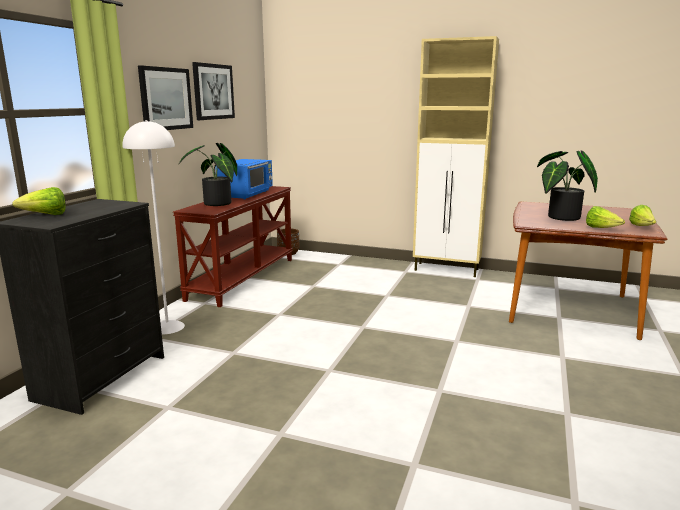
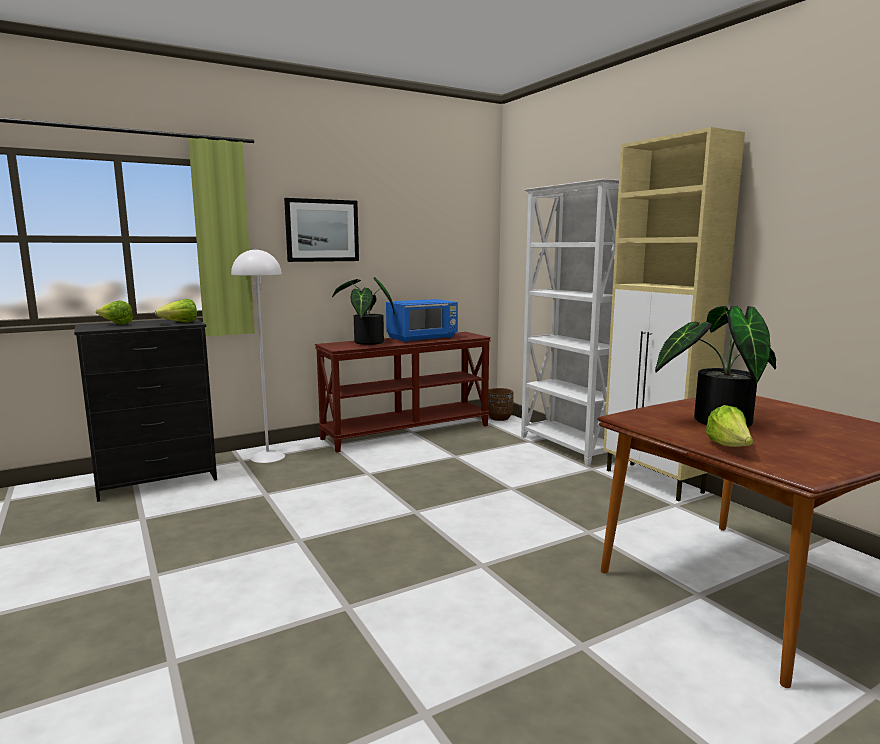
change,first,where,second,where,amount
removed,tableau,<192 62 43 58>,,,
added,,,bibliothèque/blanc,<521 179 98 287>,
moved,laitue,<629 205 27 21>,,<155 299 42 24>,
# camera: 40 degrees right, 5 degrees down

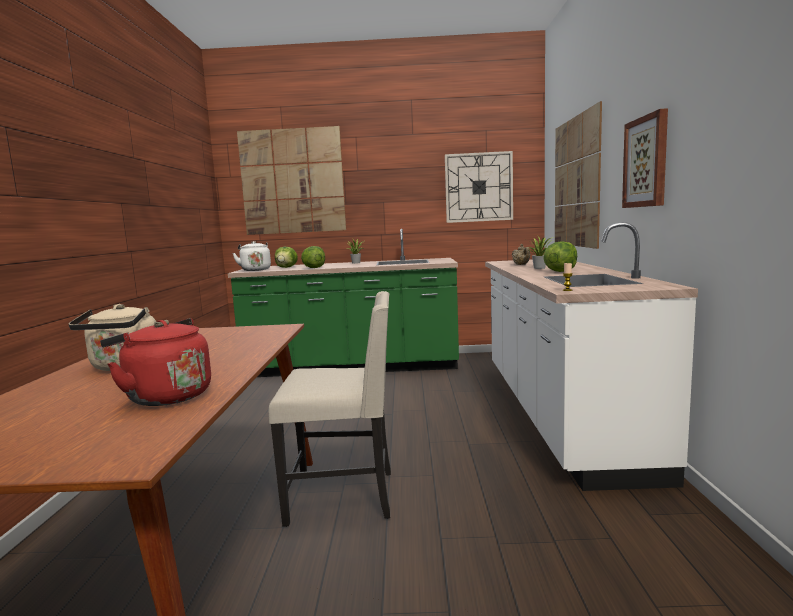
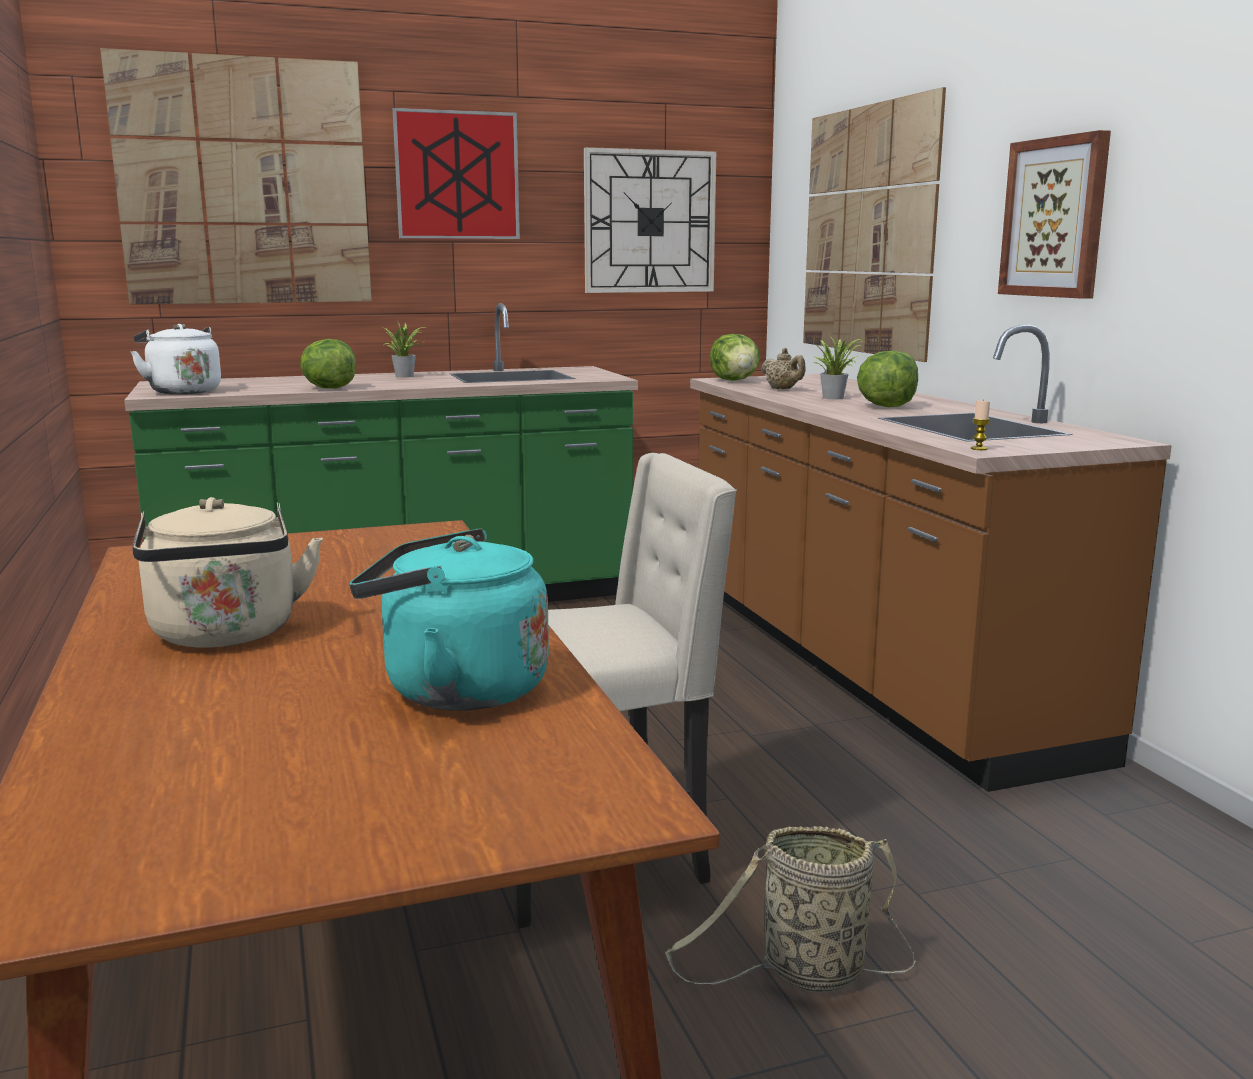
change,first,where,second,where,amount
added,,,tableau,<392 108 128 131>,
added,,,panier,<665 826 251 167>,
moved,laitue,<275 247 23 21>,,<710 334 50 47>,
recoloured,bouilloire/rouge,<100 318 111 88>,bouilloire/turquoise,<349 529 200 181>,
recoloured,comptoir de cuisine/blanc,<485 222 213 269>,comptoir de cuisine/marron,<690 324 482 468>,
# camera: 20 degrees left, 5 degrees up

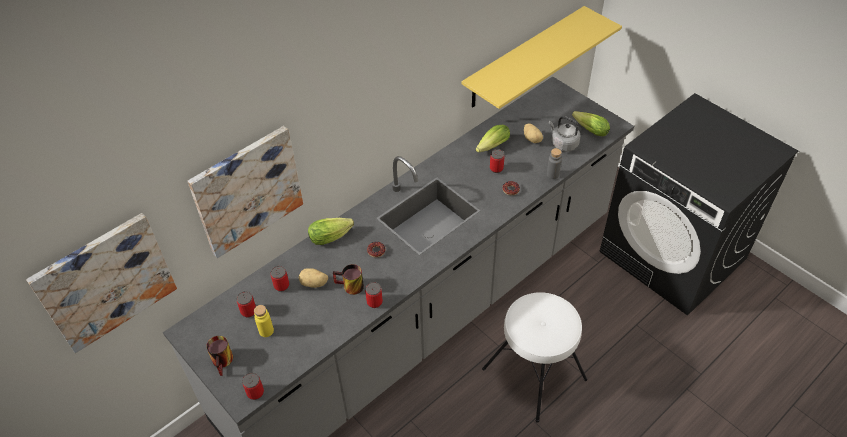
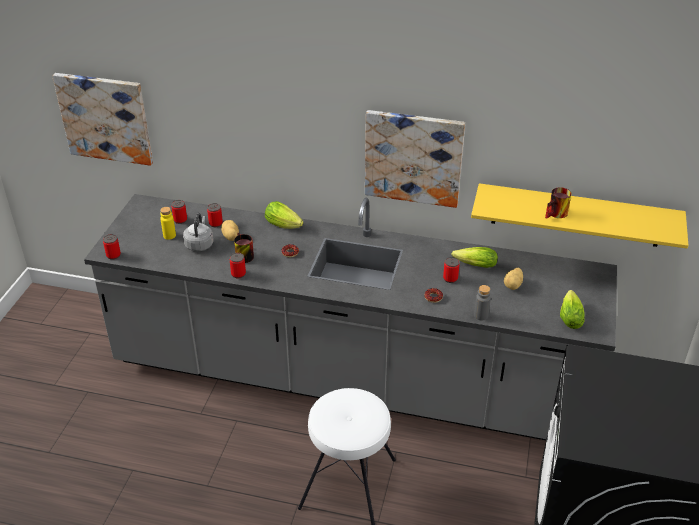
change,first,where,second,where,amount
moved,tableau,<188 126 115 132>,,<365 110 100 98>,
moved,mug,<206 336 27 40>,,<545 187 26 32>,
moved,bouilloire/gris,<548 116 32 36>,,<183 213 31 38>,
# camera: 55 degrees right, 10 degrees down

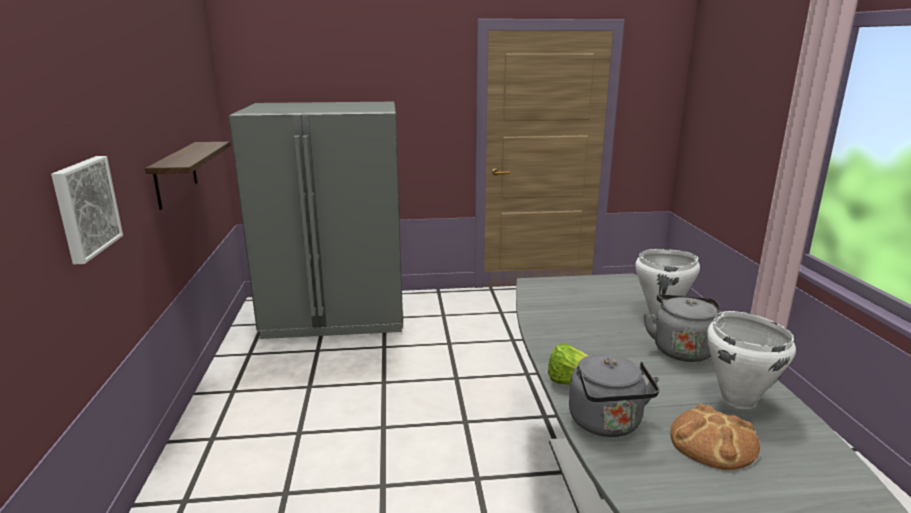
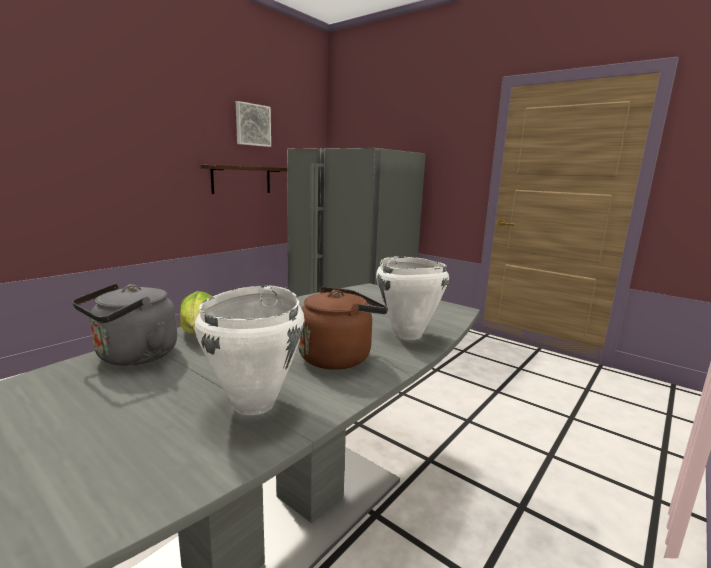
change,first,where,second,where,amount
removed,pain,<670 404 90 66>,,,
moved,tableau,<51 156 72 108>,,<236 101 35 46>,
recoloured,bouilloire/gris,<643 294 77 68>,bouilloire/marron,<298 286 90 84>,
# camera: 45 degrees right, 5 degrees down

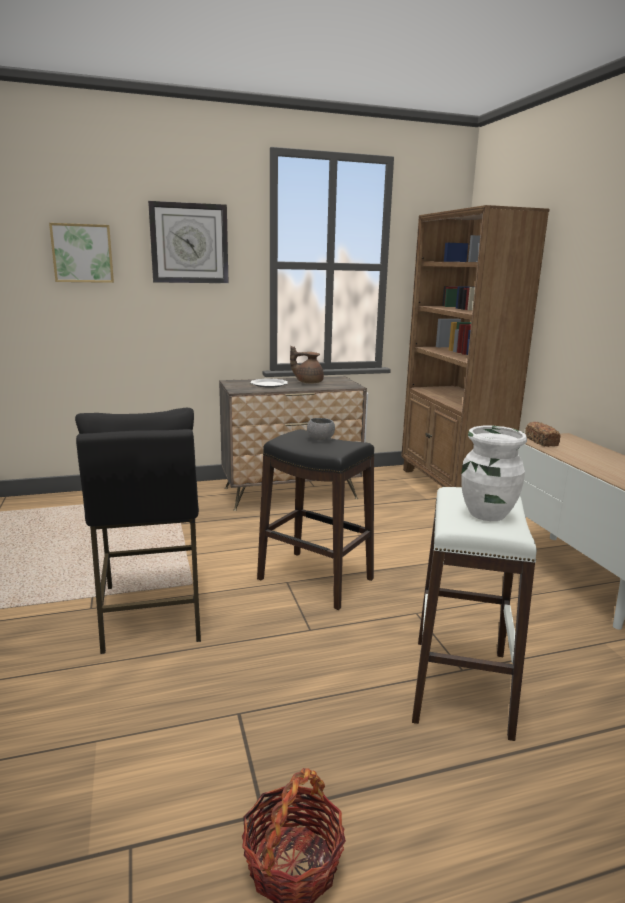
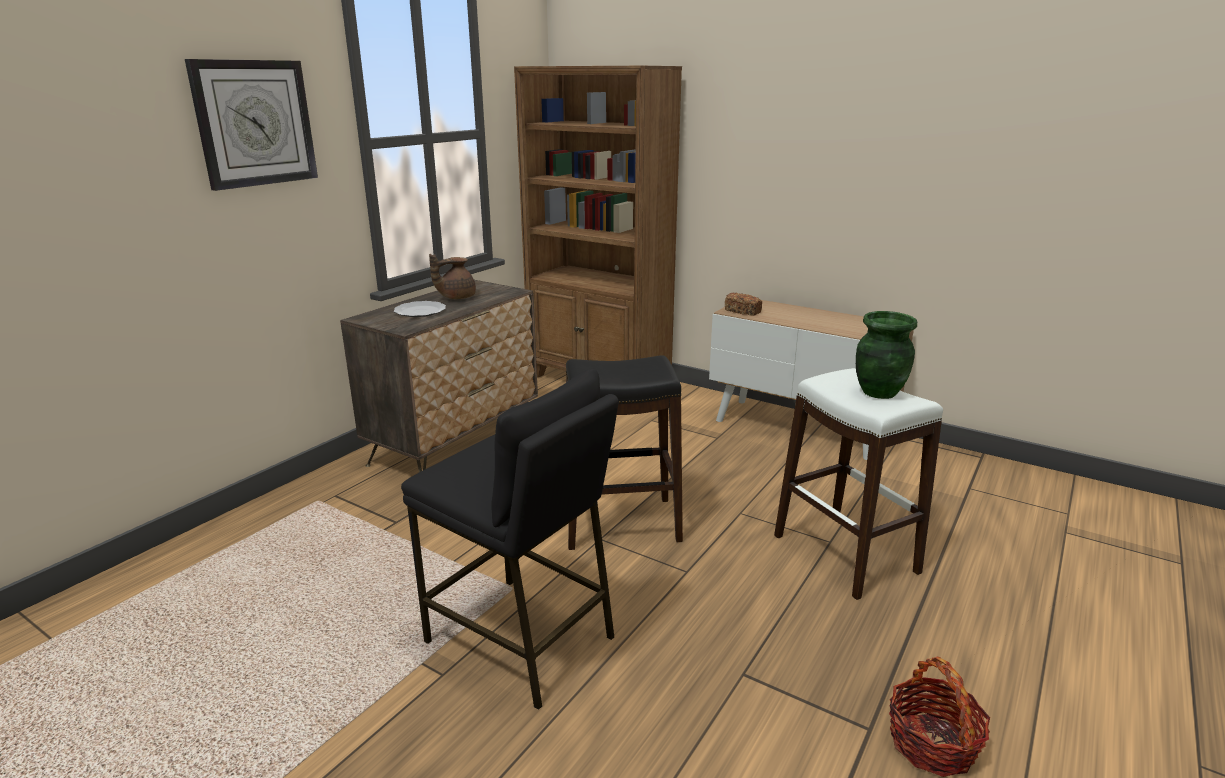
change,first,where,second,where,amount
removed,tableau,<49 223 65 60>,,,
removed,bol/gris,<307 418 28 22>,,,
recoloured,vase/blanc,<461 426 66 95>,vase/vert,<856 311 61 88>,
# camera: 40 degrees left, 5 degrees up

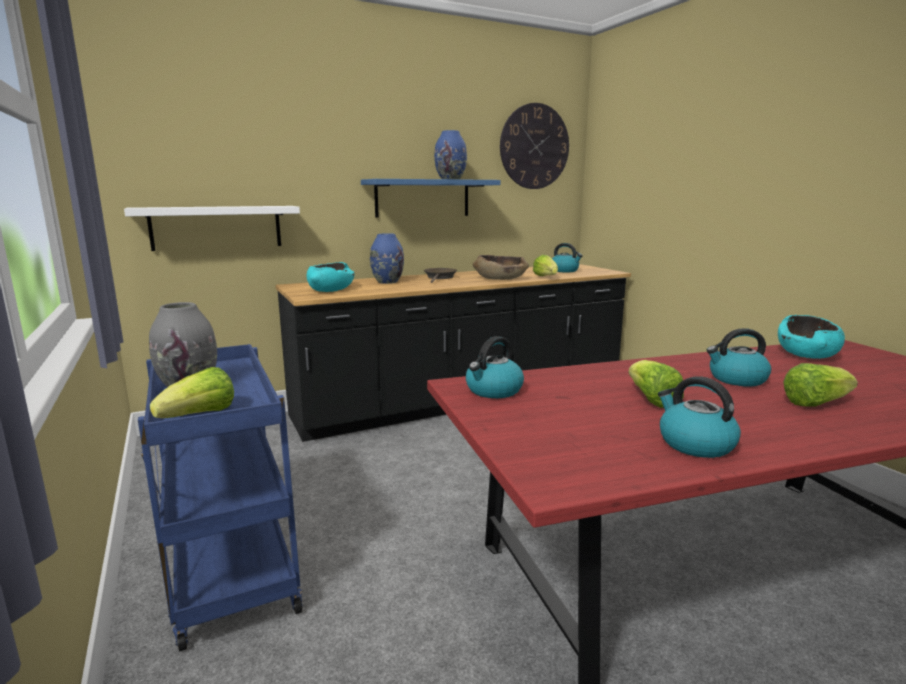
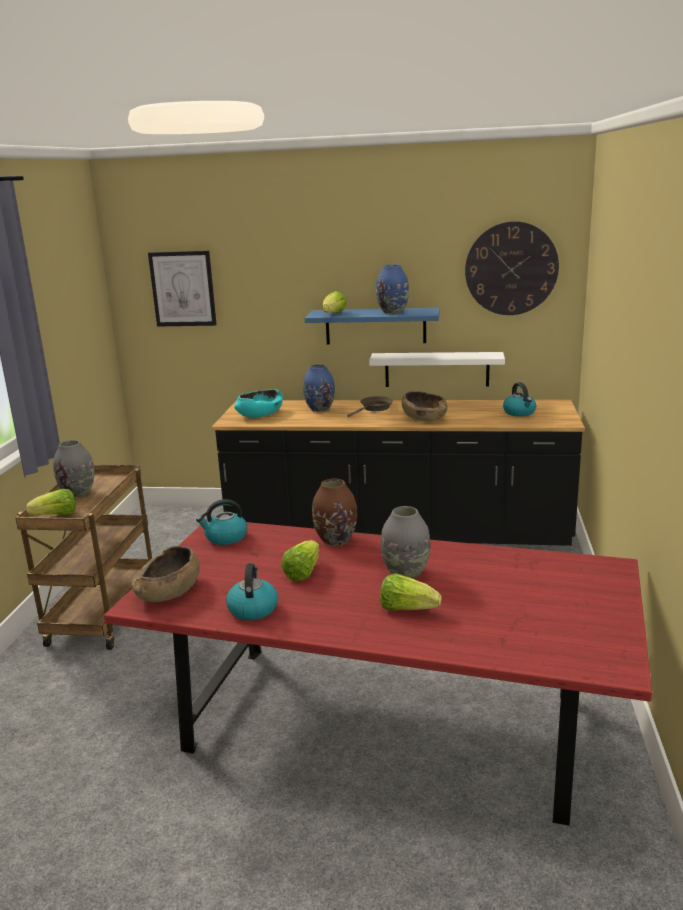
change,first,where,second,where,amount
removed,bol/turquoise,<778 315 67 44>,,,
added,,,bol/marron,<131 546 69 56>,
added,,,tableau,<148 251 69 76>,
added,,,vase/marron,<312 479 45 67>,
moved,étagère/blanc,<124 206 176 45>,,<369 352 136 35>,
moved,laitue,<533 255 25 21>,,<323 291 23 22>,
replaced,bouilloire,<707 328 64 58>,vase/gris,<381 506 49 73>,
recoloured,chariot/bleu,<138 344 165 308>,chariot/marron,<15 465 137 185>,
# camera: 35 degrees right, 5 degrees up

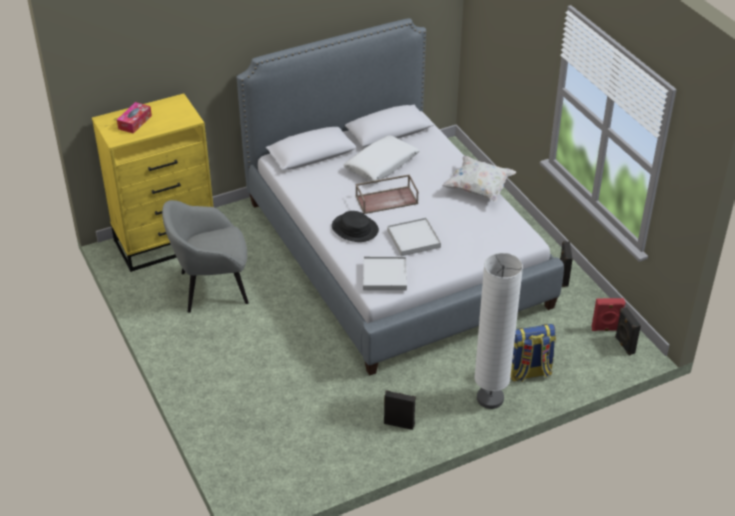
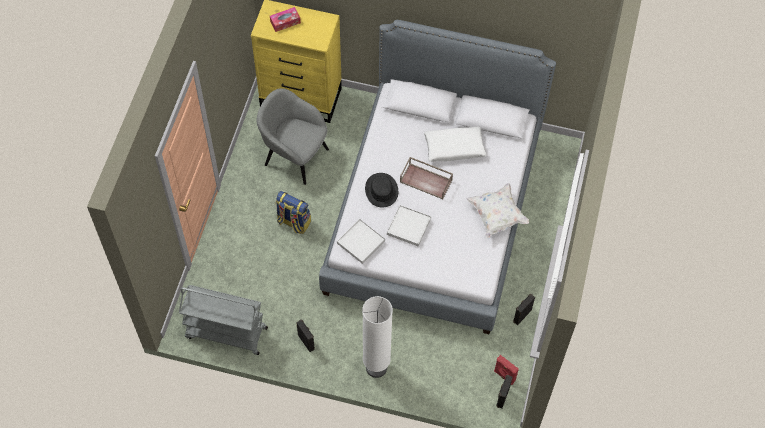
change,first,where,second,where,amount
added,,,chariot/gris,<179 285 89 70>,
moved,sac à dos,<510 324 46 58>,,<276 191 35 43>,
# camera: 40 degrees right, 20 degrees up

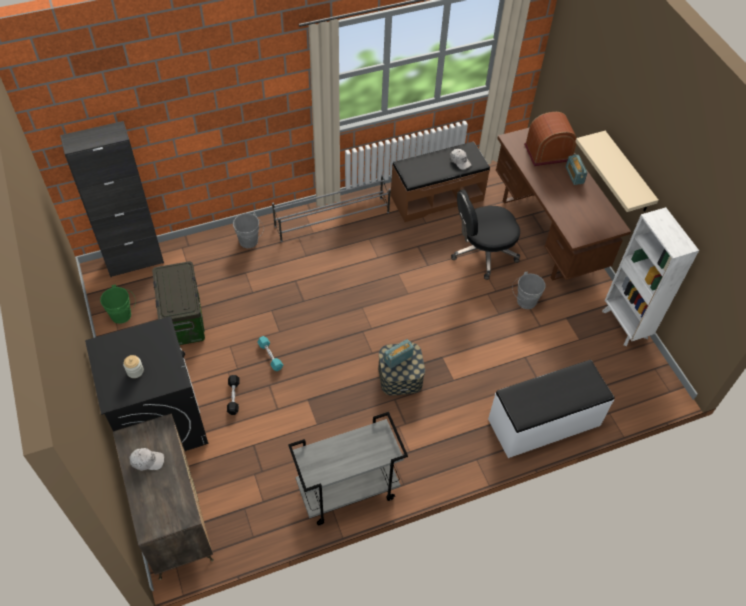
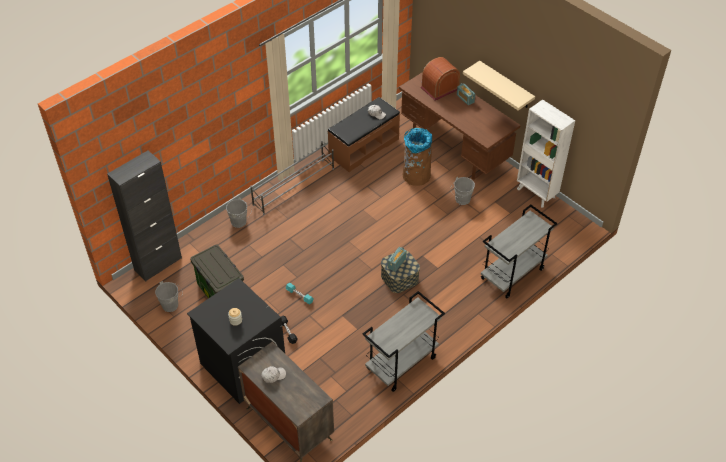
change,first,where,second,where,amount
replaced,chaise de bureau/noir,<451 189 69 91>,poubelle/marron,<402 128 30 58>,
replaced,banc/blanc,<488 360 126 98>,chariot/gris,<481 205 77 93>,
recoloured,seau/vert,<100 285 36 39>,seau/gris,<155 281 28 31>,
# camera: 20 degrees left, 5 degrees down

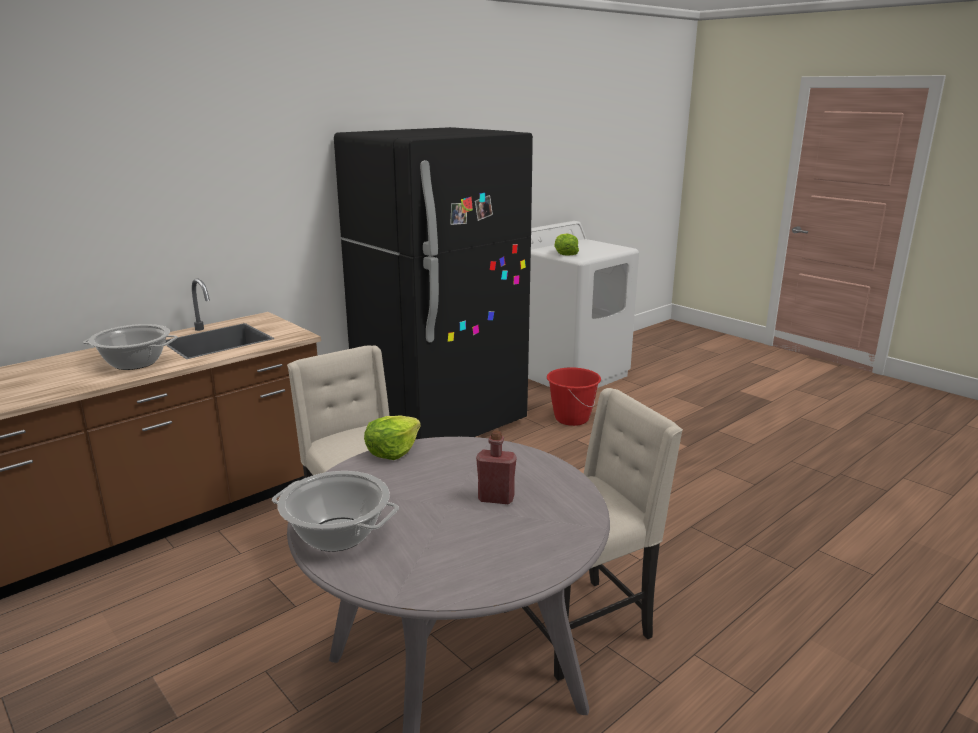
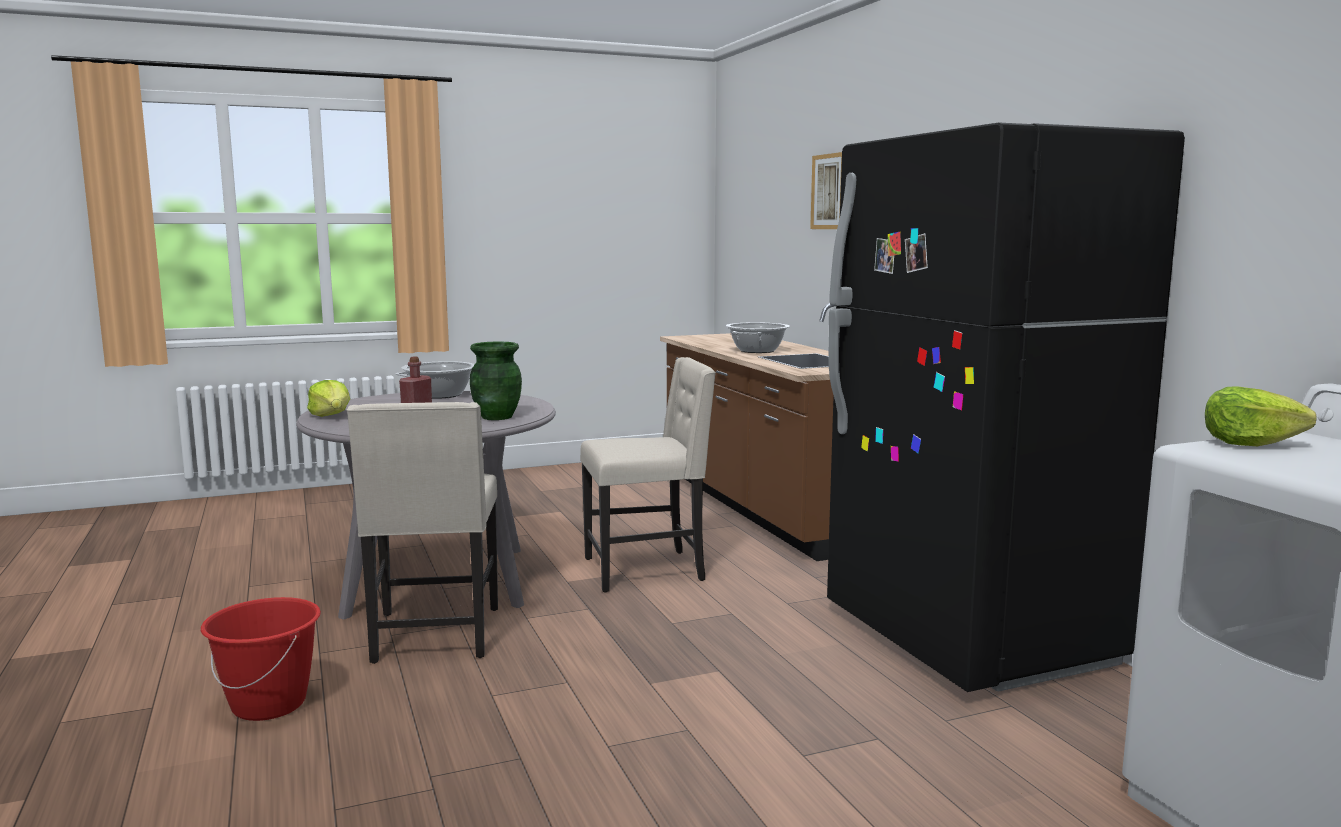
change,first,where,second,where,amount
added,,,vase/vert,<470 342 52 78>,
added,,,tableau,<810 152 32 77>,
moved,laitue,<364 415 57 45>,,<307 380 43 37>,
moved,seau/rouge,<547 367 54 59>,,<201 597 120 124>,
# camera: 110 degrees right, 10 degrees down

